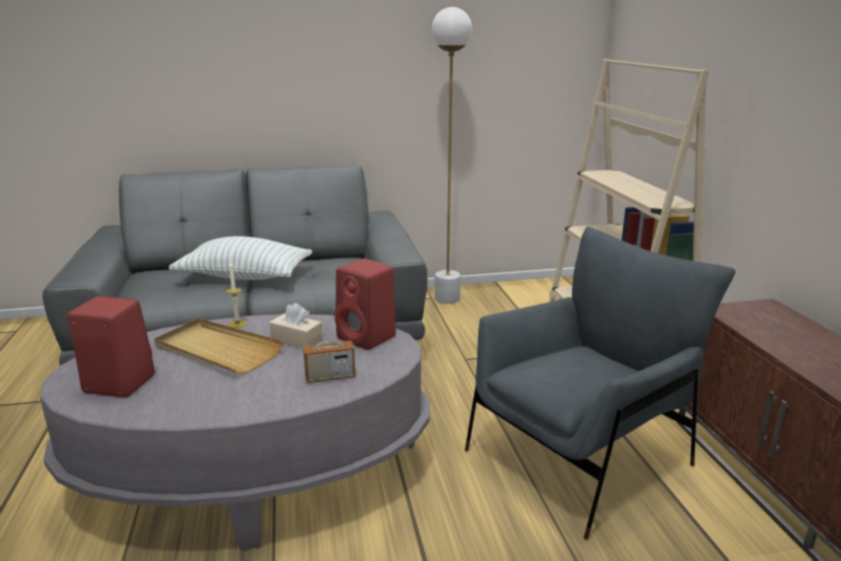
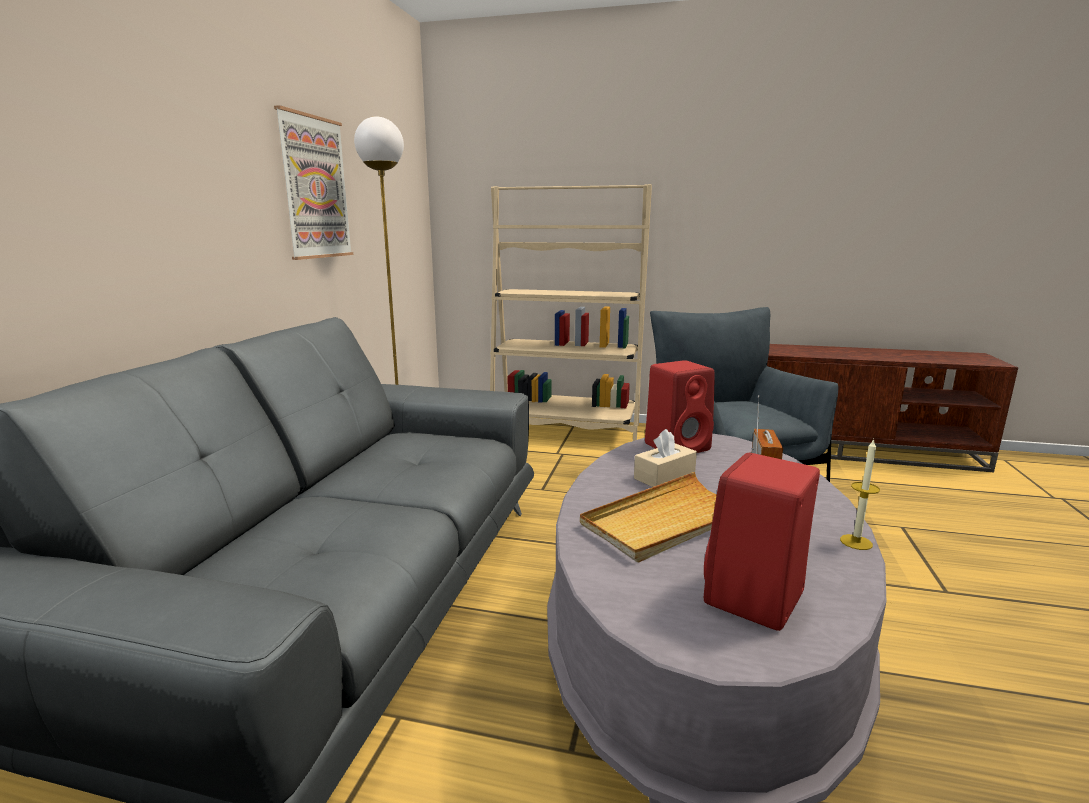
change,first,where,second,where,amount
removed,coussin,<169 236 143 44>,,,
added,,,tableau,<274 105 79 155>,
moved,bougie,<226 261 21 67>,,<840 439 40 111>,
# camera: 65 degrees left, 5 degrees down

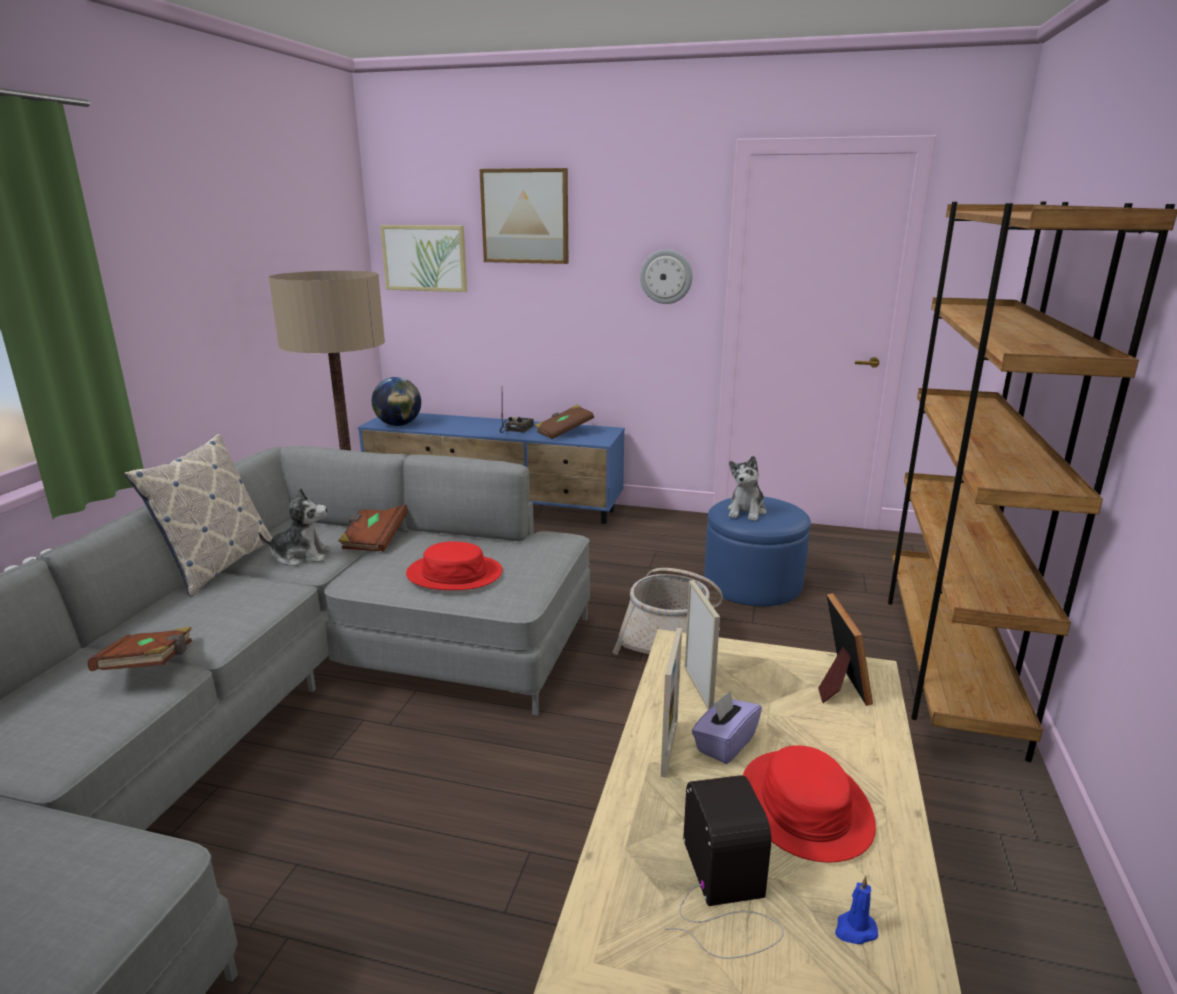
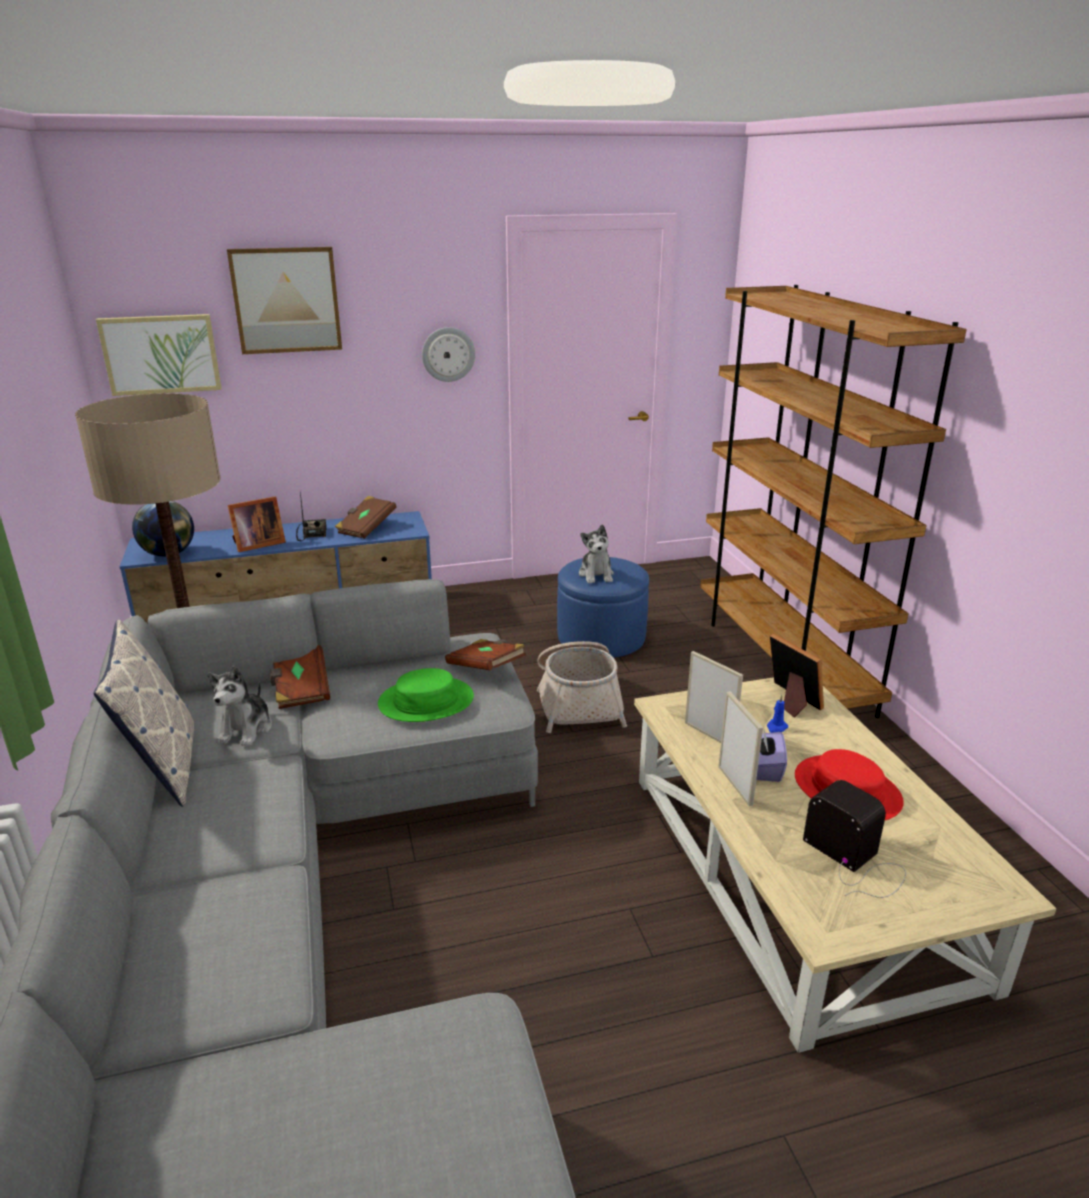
change,first,where,second,where,amount
added,,,cadre photo,<228 496 58 56>,
moved,livre/marron,<88 627 104 44>,,<445 639 81 31>,
moved,bougie/bleu,<835 876 43 68>,,<767 695 21 38>,
recoloured,chapeau/rouge,<406 541 97 49>,chapeau/vert,<378 668 96 54>,
turned,peluche,<258 488 73 78>,,<207 666 65 80>,135 degrees clockwise
# camera: 30 degrees left, 5 degrees up

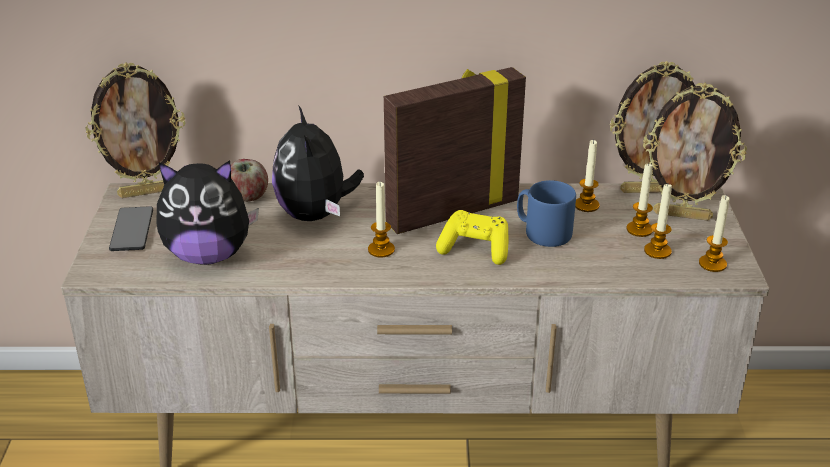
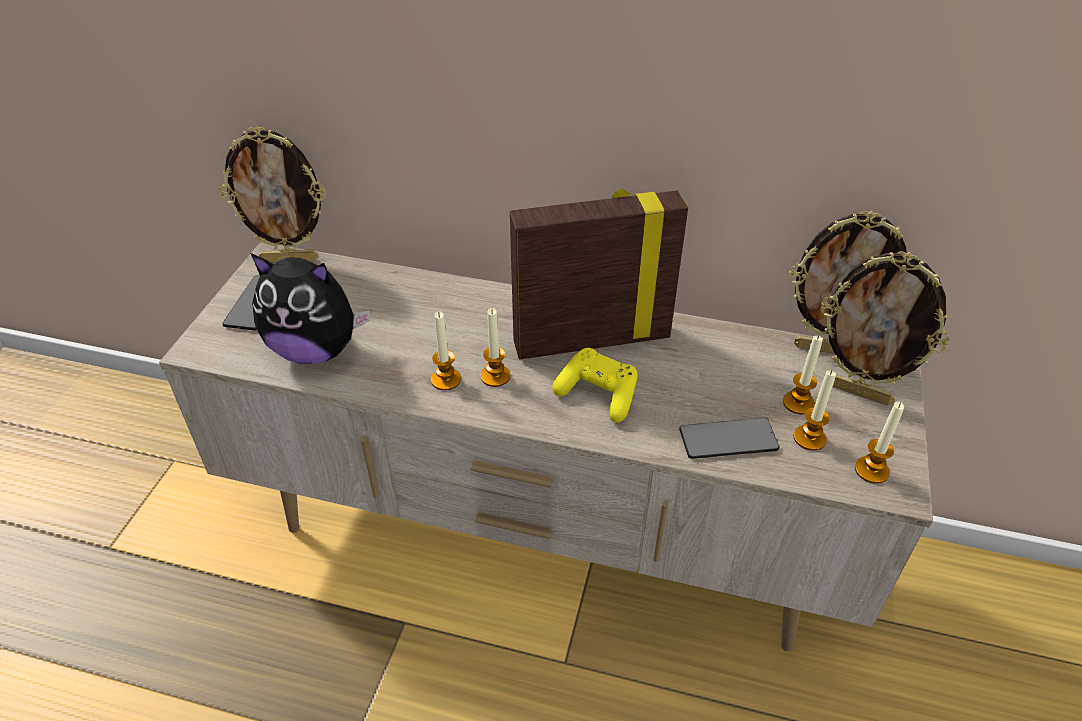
change,first,where,second,where,amount
removed,pomme,<231 159 37 43>,,,
removed,peluche,<272 105 92 116>,,,
removed,mug/bleu,<517 180 59 67>,,,
added,,,téléphone,<679 418 100 41>,
moved,bougie,<575 140 24 72>,,<431 311 30 80>,
# camera: 15 degrees right, 10 degrees up

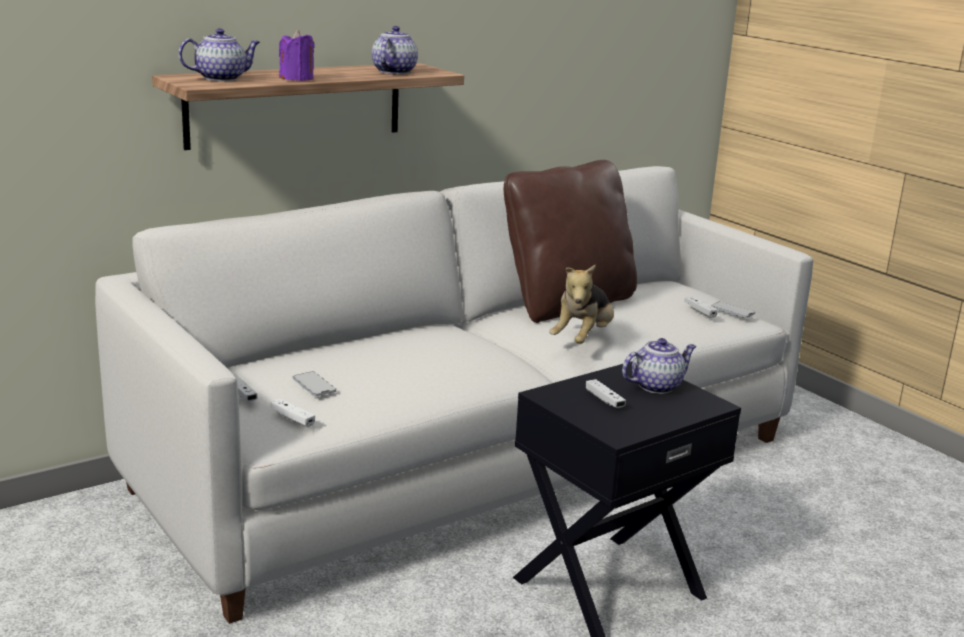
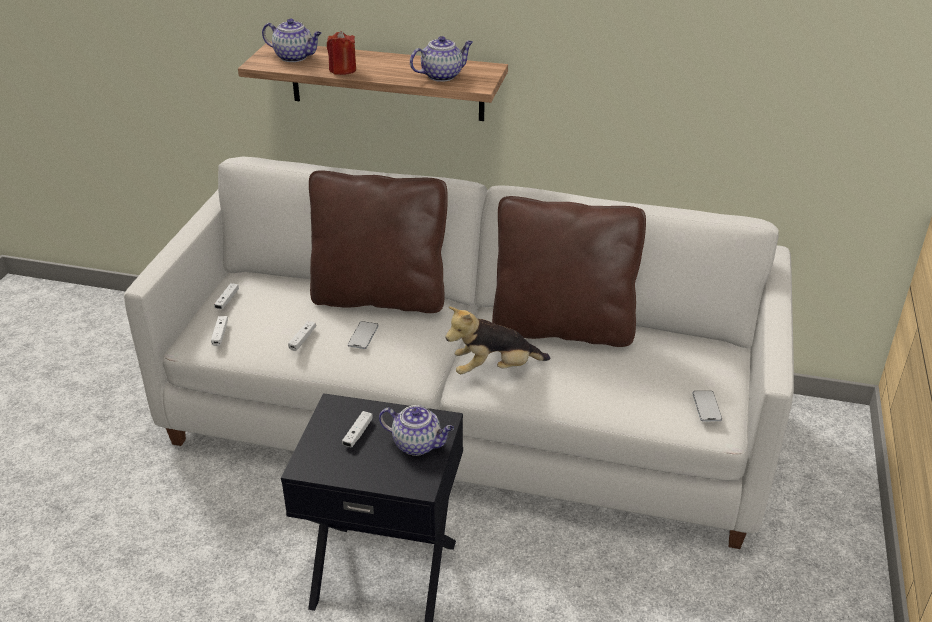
change,first,where,second,where,amount
added,,,coussin/marron,<309 170 139 143>,
moved,téléphone,<293 371 43 25>,,<348 321 30 28>,
moved,manette/blanc,<684 296 34 22>,,<288 321 28 30>,
recoloured,bougie/violet,<279 30 36 51>,bougie/rouge,<327 31 29 44>,
# camera: 50 degrees right, 15 degrees up

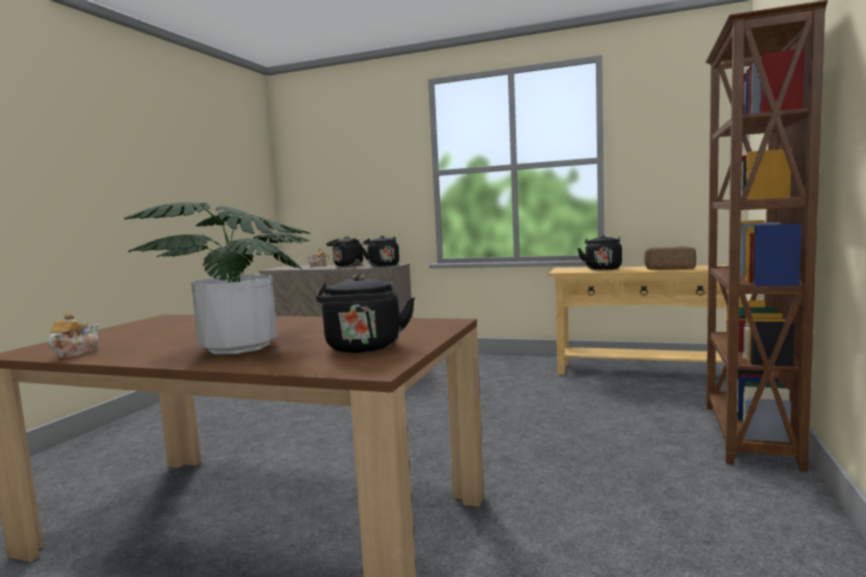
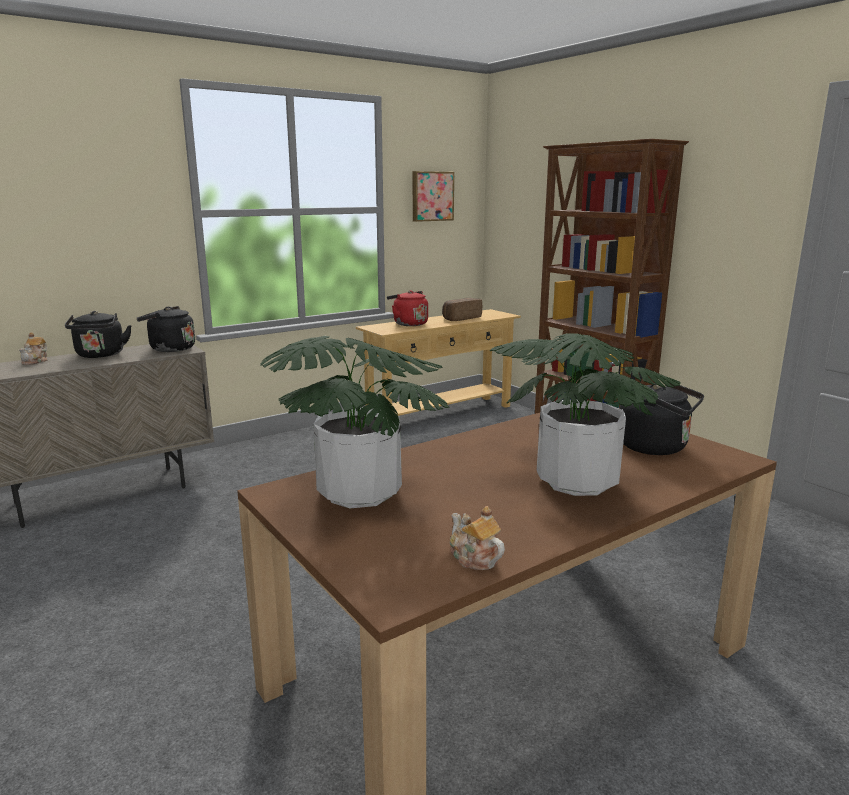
change,first,where,second,where,amount
added,,,plante en pot,<260 336 190 172>,
added,,,tableau,<413 171 41 51>,
recoloured,bouilloire/noir,<577 235 45 35>,bouilloire/rouge,<387 290 41 36>,
# camera: 55 degrees left, 10 degrees up

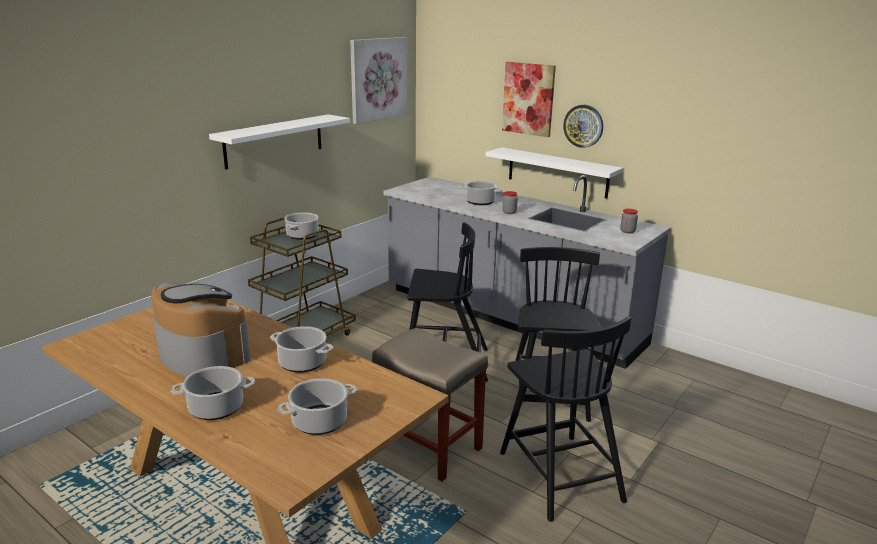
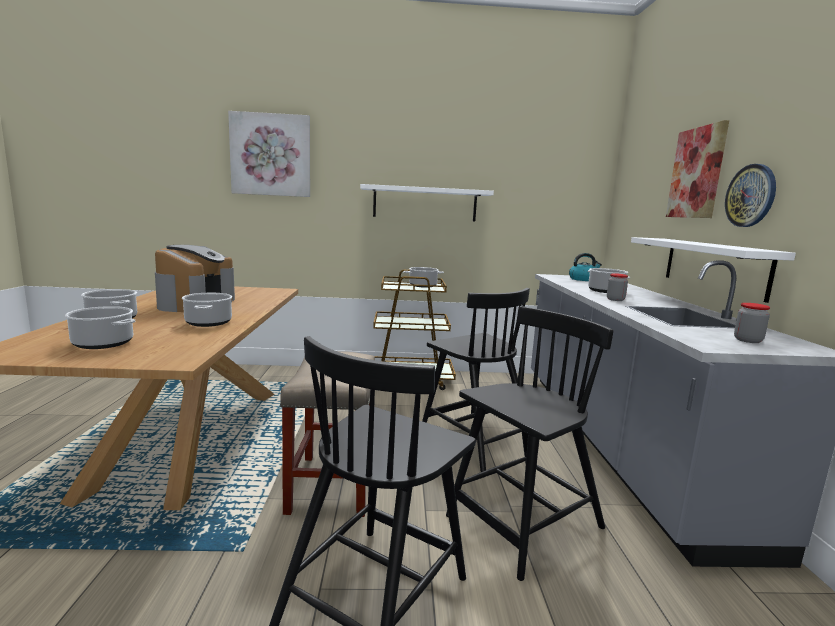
change,first,where,second,where,amount
added,,,bouilloire,<569 253 33 28>,
moved,tableau,<350 37 57 87>,,<228 111 82 86>,
# camera: 50 degrees right, 10 degrees down

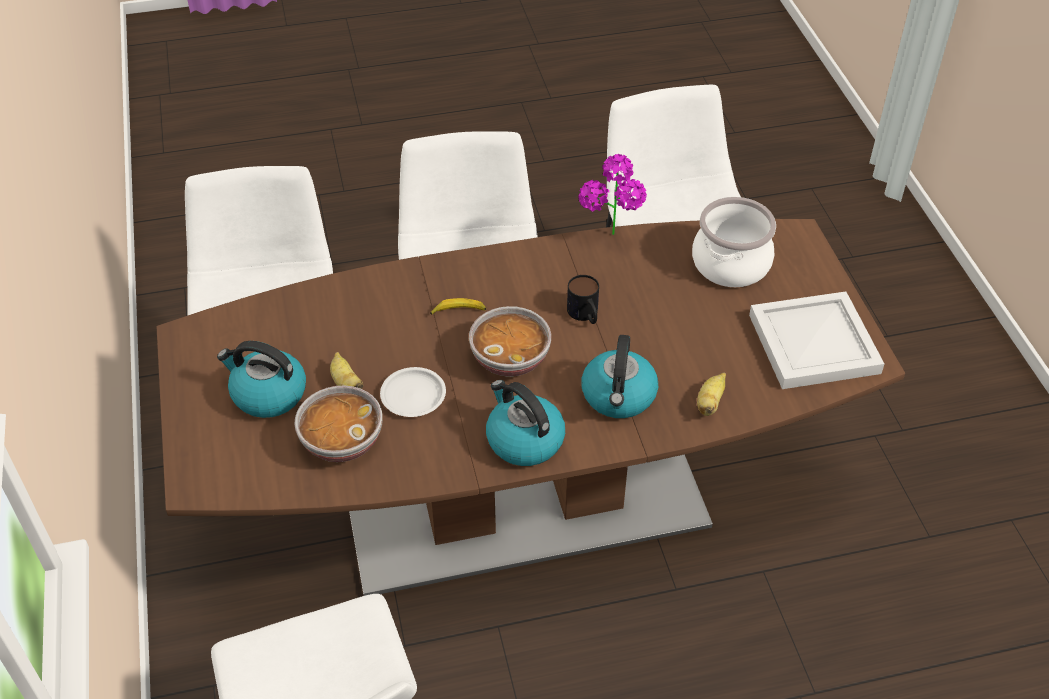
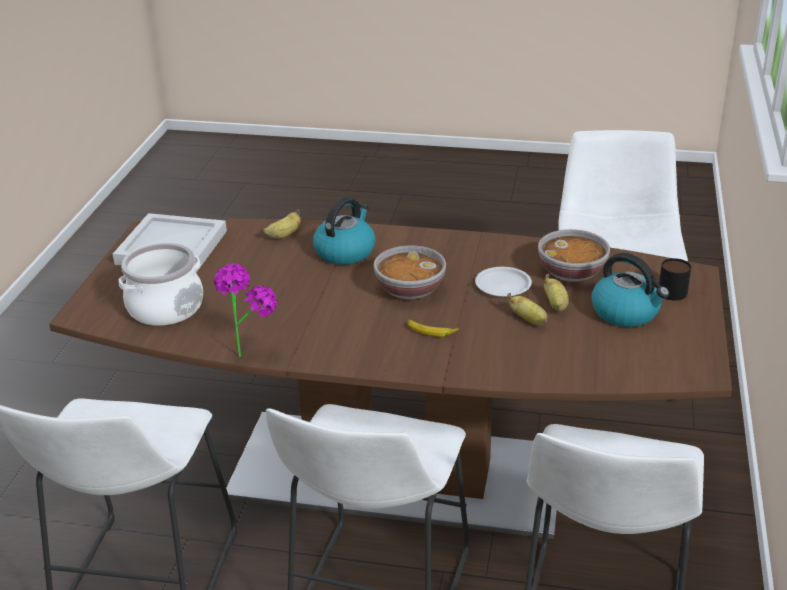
change,first,where,second,where,amount
removed,bouilloire,<486 380 79 86>,,,
added,,,banane,<507 293 40 32>,
moved,mug,<567 275 32 49>,,<659 258 32 42>,
# camera: 155 degrees left, 15 degrees down

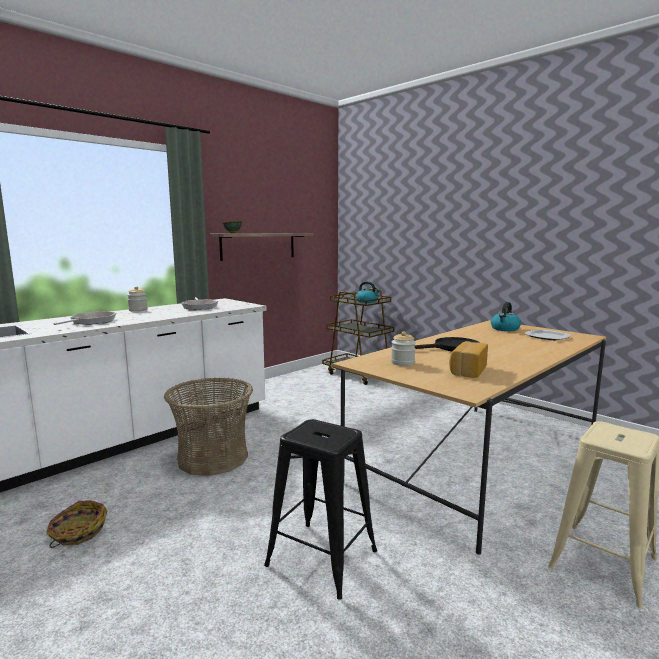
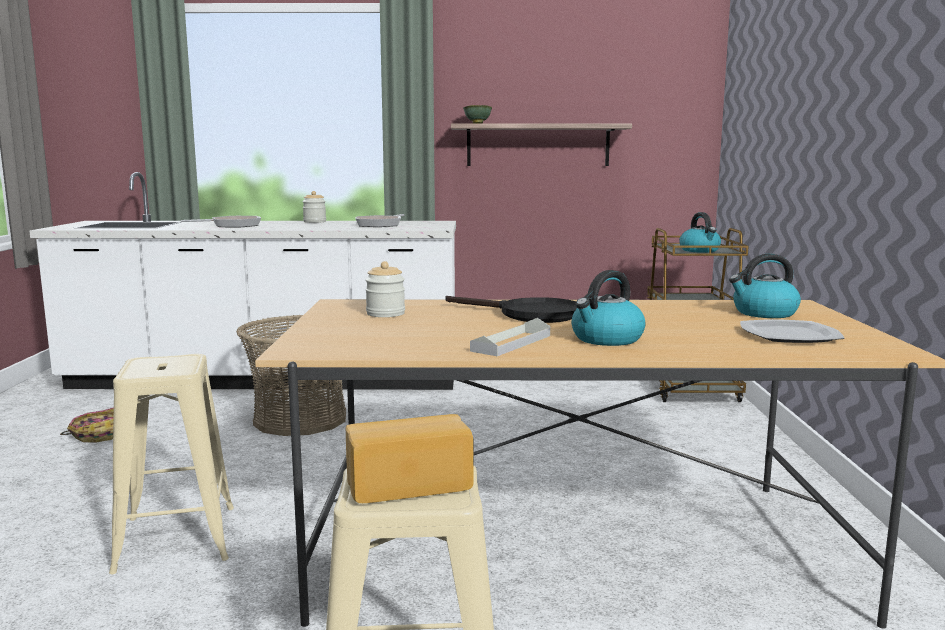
change,first,where,second,where,amount
added,,,plateau/gris,<470 318 80 38>,
added,,,bouilloire,<571 270 75 76>,
moved,pain,<449 341 39 37>,,<346 414 127 89>,
recoloured,tabouret/noir,<264 419 113 181>,tabouret/beige,<109 354 125 220>,
# camera: 45 degrees right, 0 degrees up

